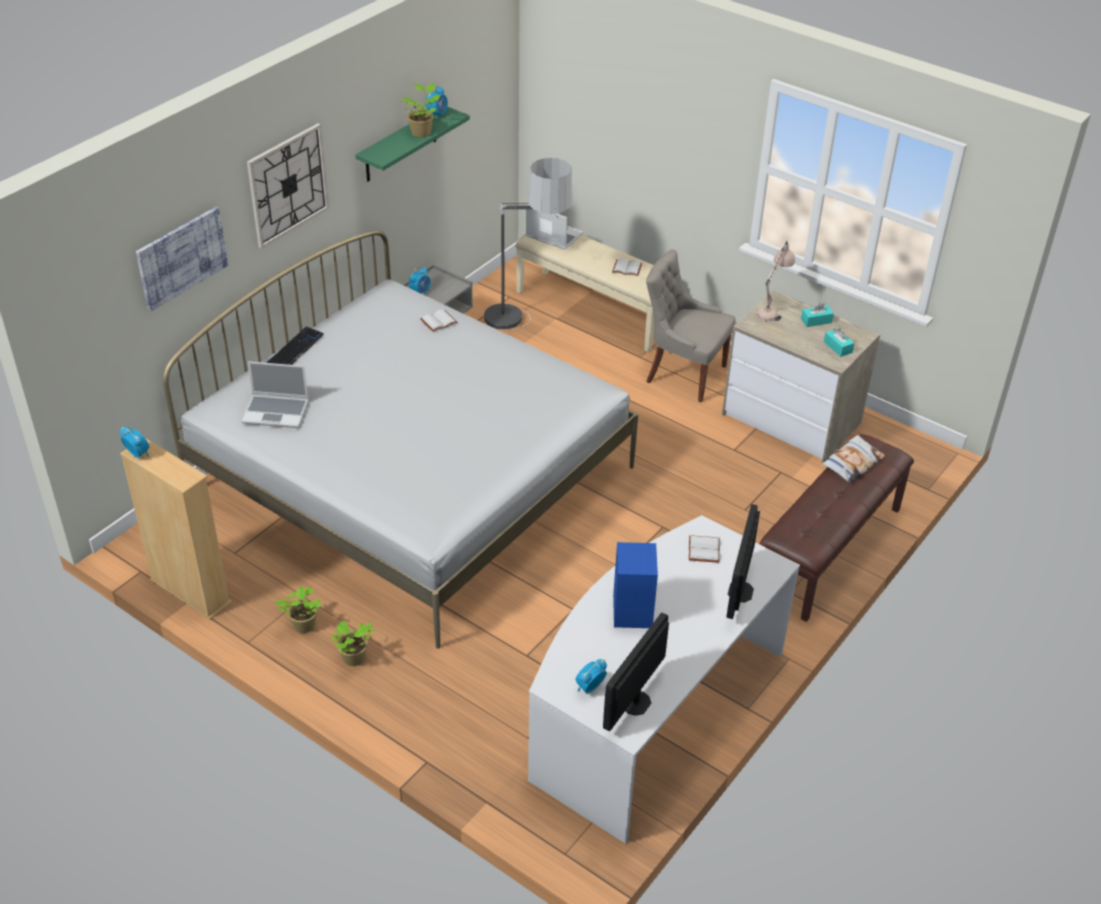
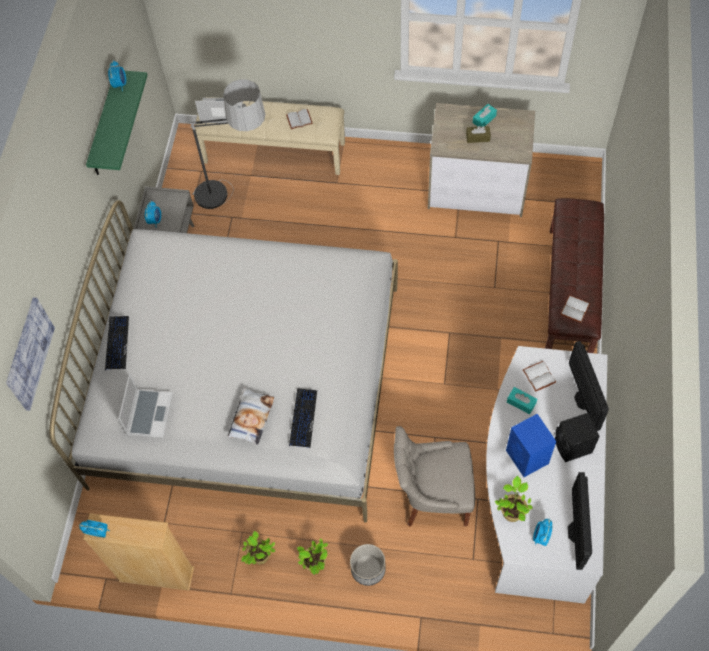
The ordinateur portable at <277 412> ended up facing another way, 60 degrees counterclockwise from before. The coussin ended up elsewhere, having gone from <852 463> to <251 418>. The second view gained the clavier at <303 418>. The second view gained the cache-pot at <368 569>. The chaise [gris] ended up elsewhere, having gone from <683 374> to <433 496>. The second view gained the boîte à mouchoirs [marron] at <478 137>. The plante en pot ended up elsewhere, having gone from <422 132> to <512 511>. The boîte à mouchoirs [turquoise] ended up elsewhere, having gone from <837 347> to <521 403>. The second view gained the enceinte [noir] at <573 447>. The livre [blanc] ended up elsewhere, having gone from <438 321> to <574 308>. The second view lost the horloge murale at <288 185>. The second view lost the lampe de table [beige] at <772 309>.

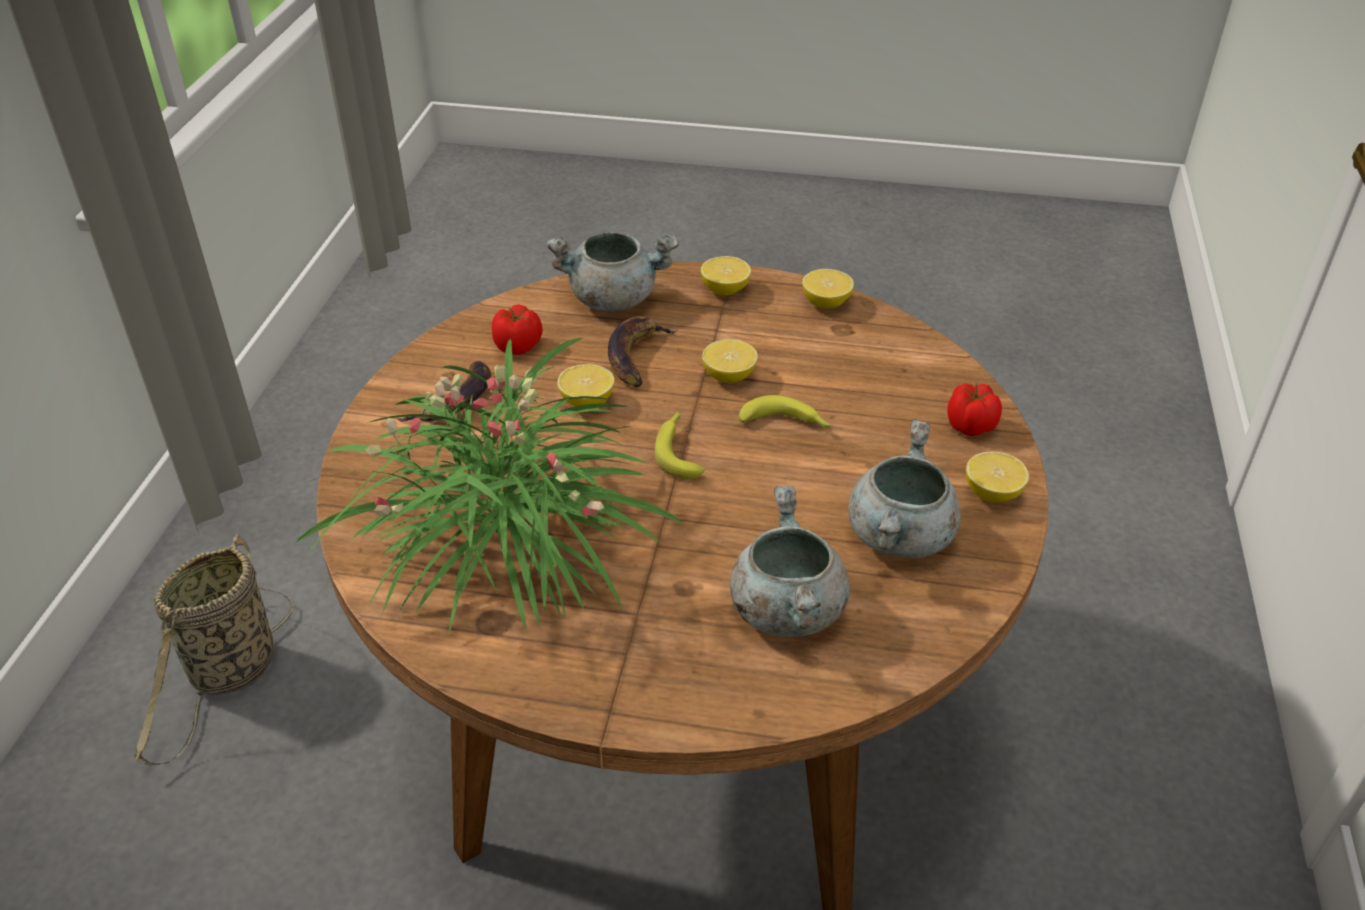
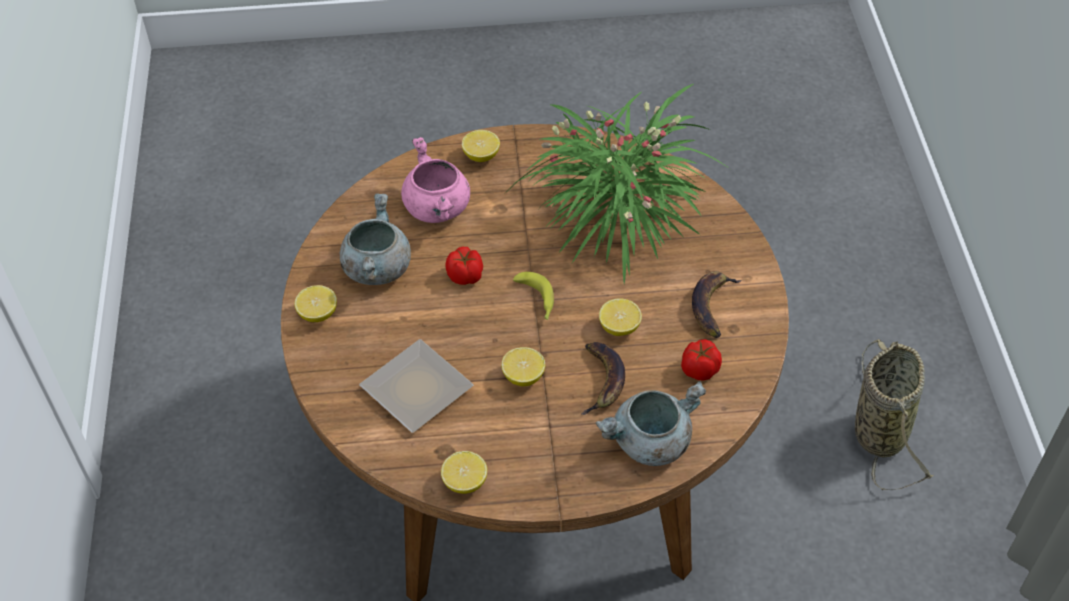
The second view gained the assiette at <416 392>. What was the marmite [gris] at <785 609> turned into the marmite [rose] at <438 208>. The tomate ended up elsewhere, having gone from <969 425> to <466 276>. The citron ended up elsewhere, having gone from <725 290> to <481 156>. The second view lost the banane at <786 424>.

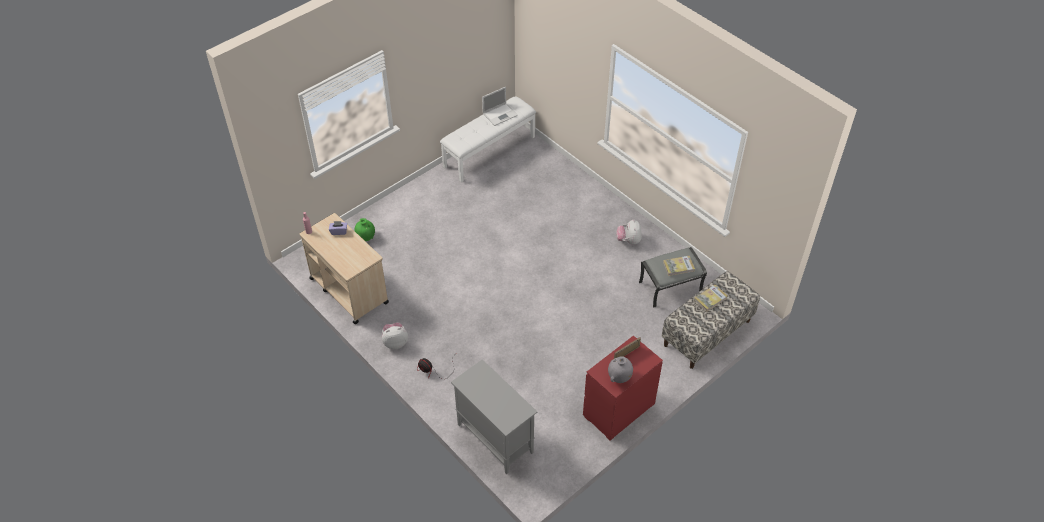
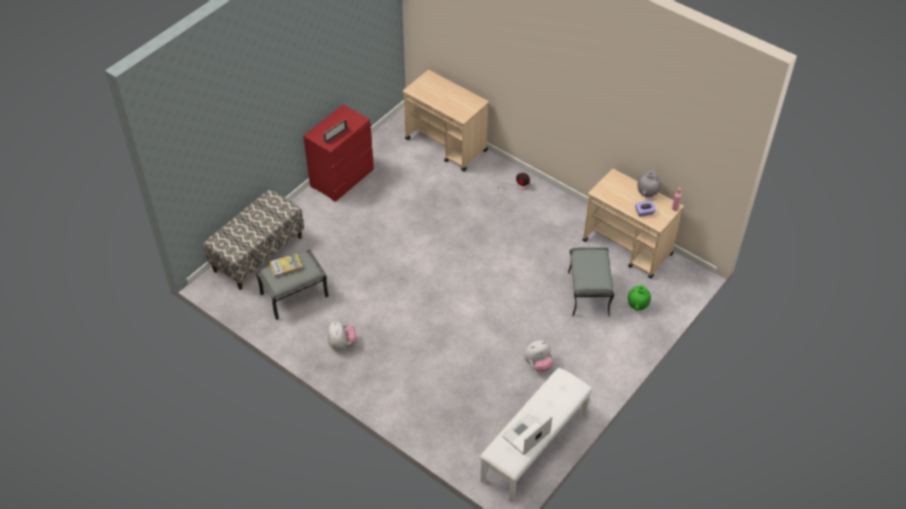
Where the meuble de rangement [gris] stood at <494 438>, the chariot [beige] came to stand at <446 145>. The peluche ended up elsewhere, having gone from <395 342> to <538 364>. The second view gained the pouf [gris] at <589 293>. The vase [gris] ended up elsewhere, having gone from <619 377> to <647 193>. The second view lost the livre at <710 299>.

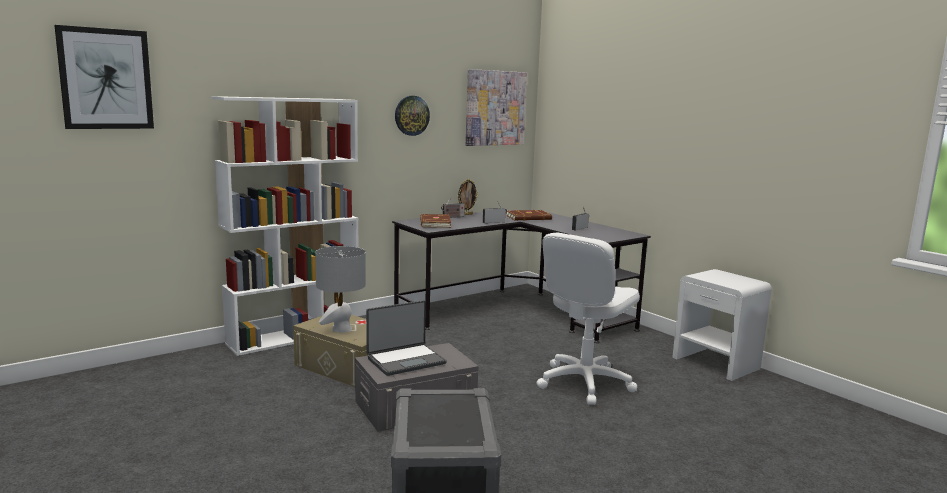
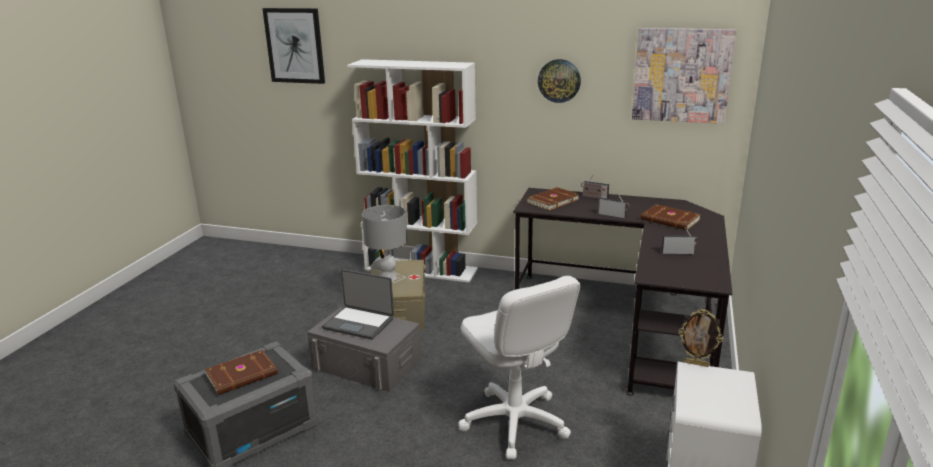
The second view gained the livre [marron] at <242 375>. The chaise de bureau [blanc] at <584 382> ended up facing another way, 120 degrees counterclockwise from before. The cadre photo ended up elsewhere, having gone from <466 214> to <696 363>.

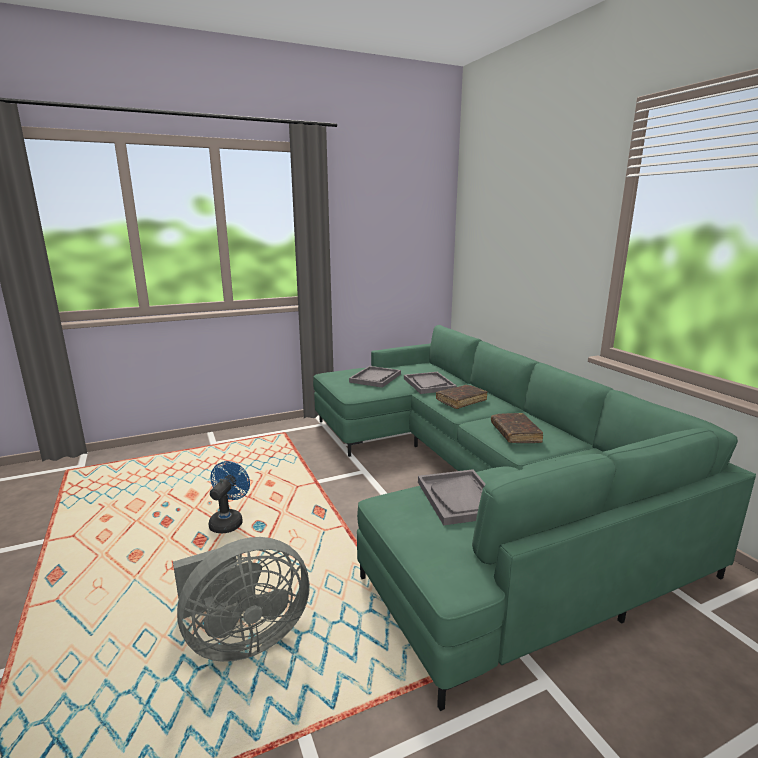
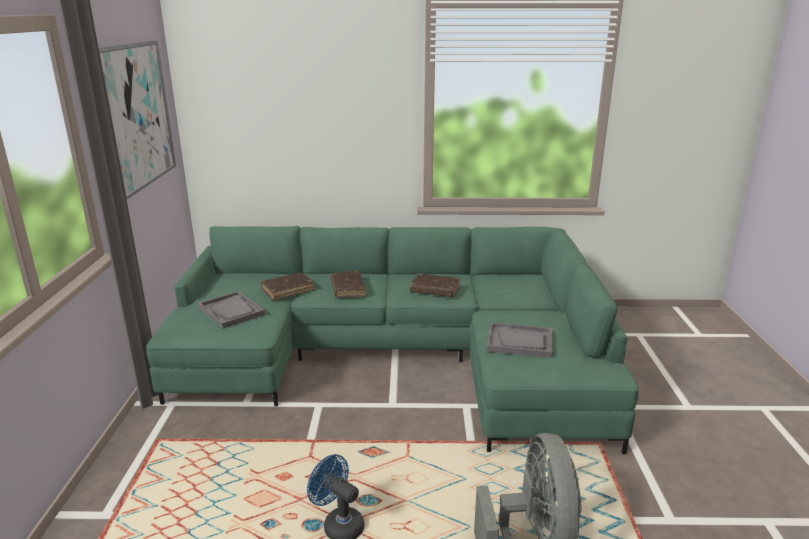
The second view gained the tableau at <136 116>. Where the plateau [gris] stood at <429 384>, the livre [marron] came to stand at <287 290>.

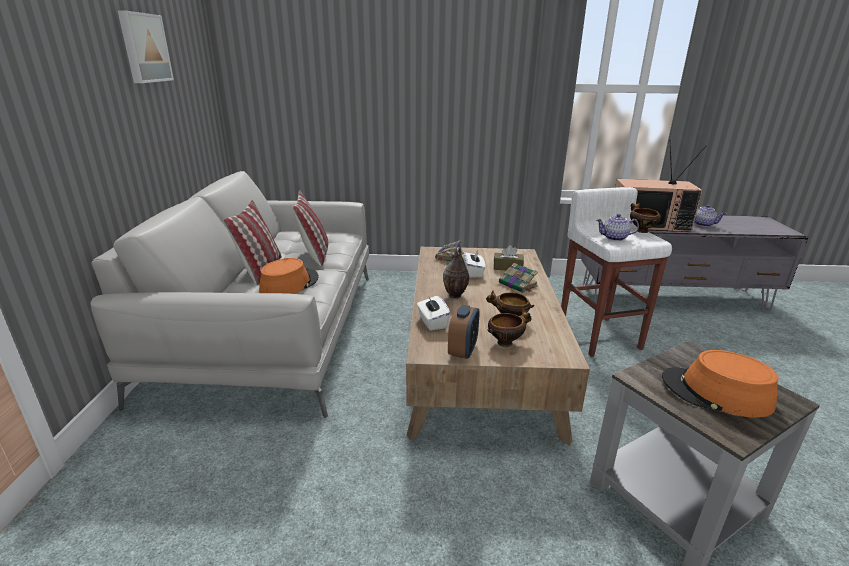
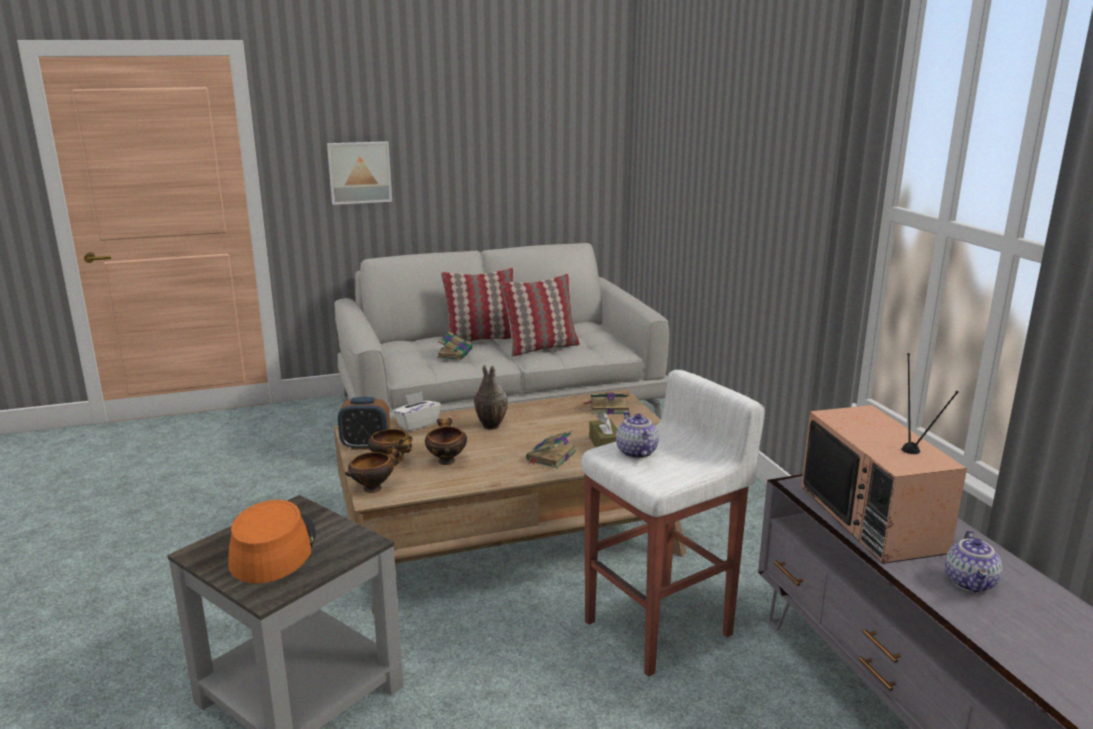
The tableau ended up elsewhere, having gone from <144 48> to <359 172>. The bol ended up elsewhere, having gone from <640 230> to <374 488>. Where the chapeau [orange] stood at <289 284>, the livre came to stand at <455 353>. The second view lost the boîte à mouchoirs [blanc] at <473 272>.

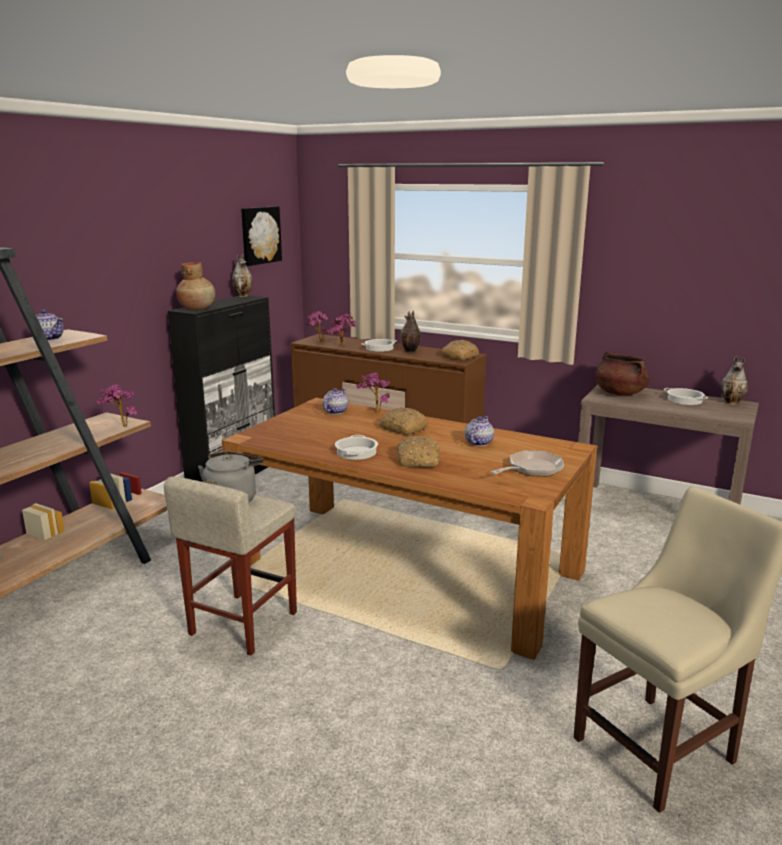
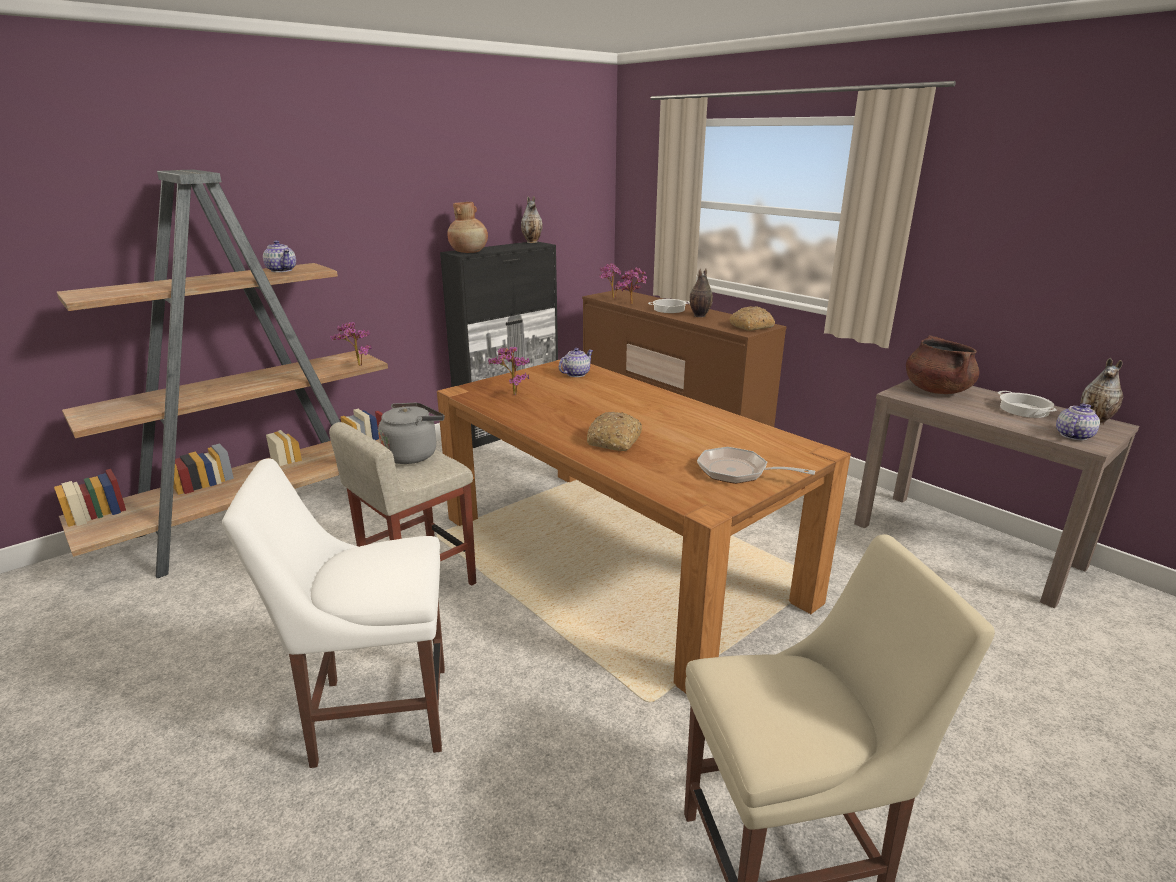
The second view gained the chaise [blanc] at <373 714>. The plante en pot ended up elsewhere, having gone from <375 412> to <512 394>. The poêle at <531 469> ended up facing another way, 135 degrees counterclockwise from before. The théière ended up elsewhere, having gone from <478 443> to <1073 435>. The second view lost the tableau at <260 235>. The second view lost the marmite at <356 452>. The second view lost the pain at <402 428>.

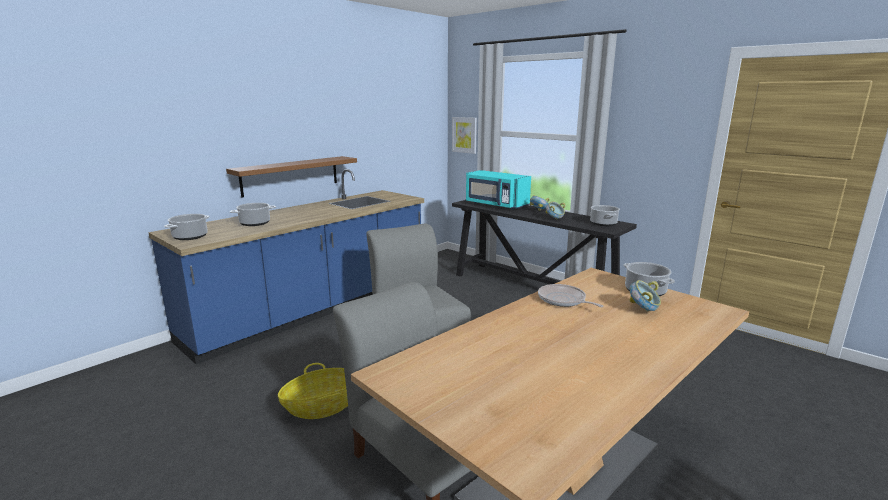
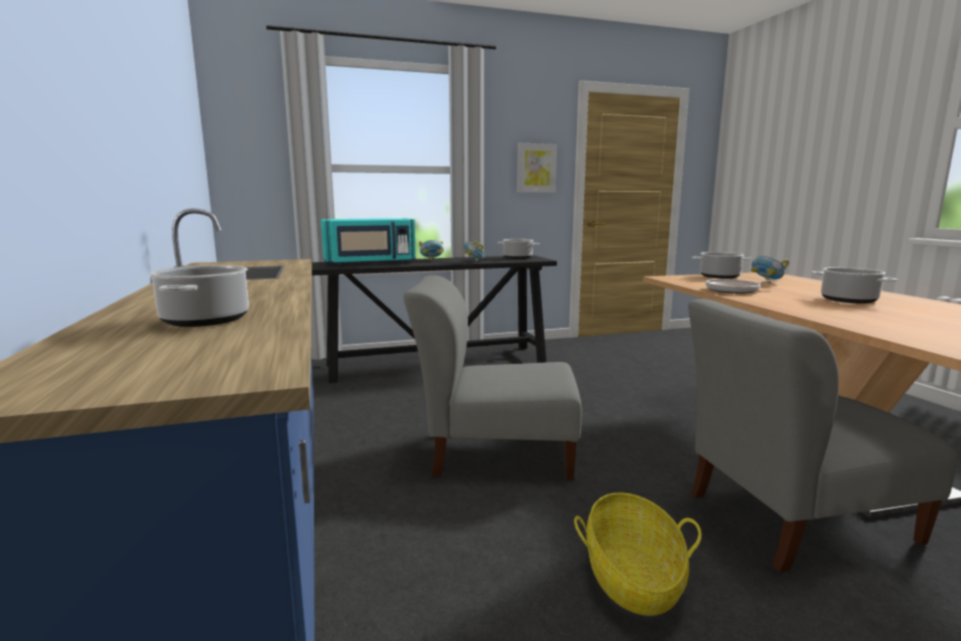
The tableau ended up elsewhere, having gone from <464 135> to <536 168>. The marmite ended up elsewhere, having gone from <190 236> to <847 300>. The second view lost the étagère [marron] at <291 175>.

